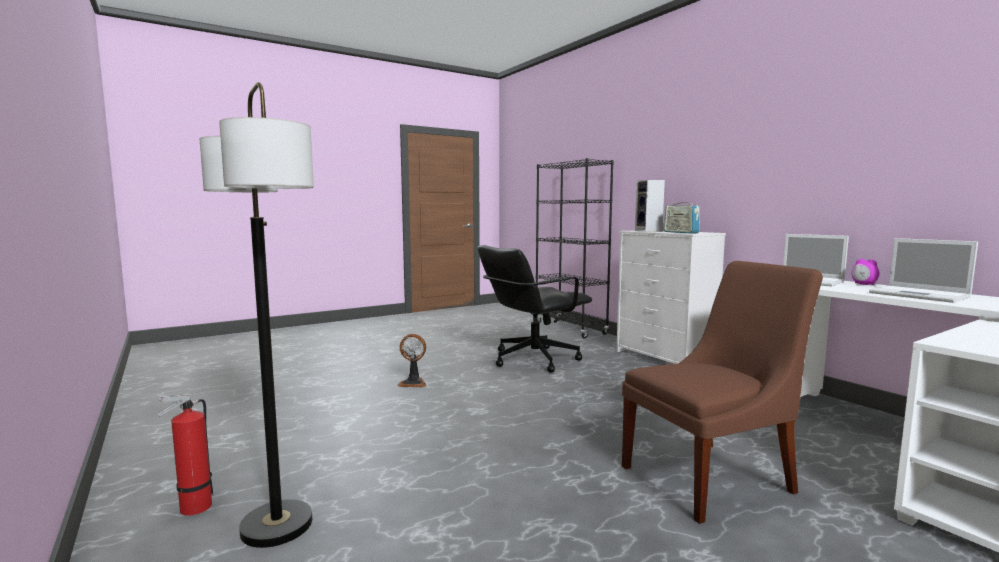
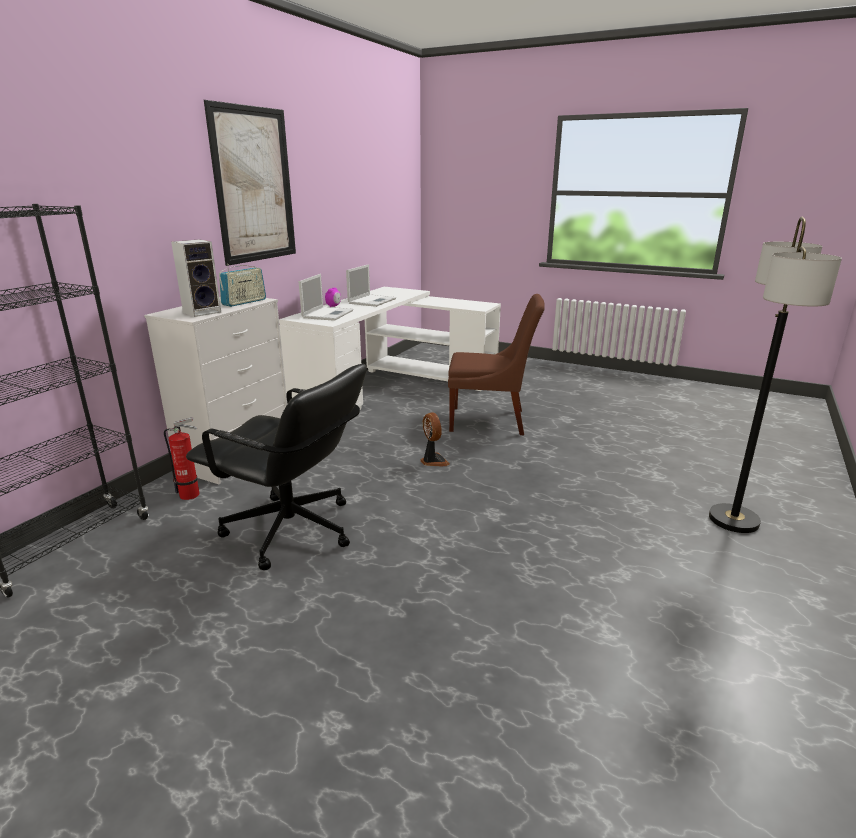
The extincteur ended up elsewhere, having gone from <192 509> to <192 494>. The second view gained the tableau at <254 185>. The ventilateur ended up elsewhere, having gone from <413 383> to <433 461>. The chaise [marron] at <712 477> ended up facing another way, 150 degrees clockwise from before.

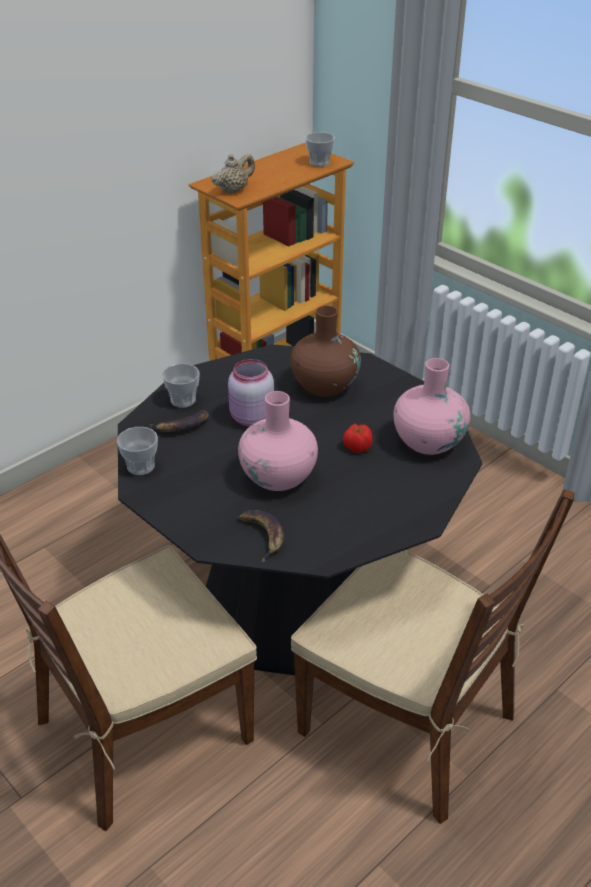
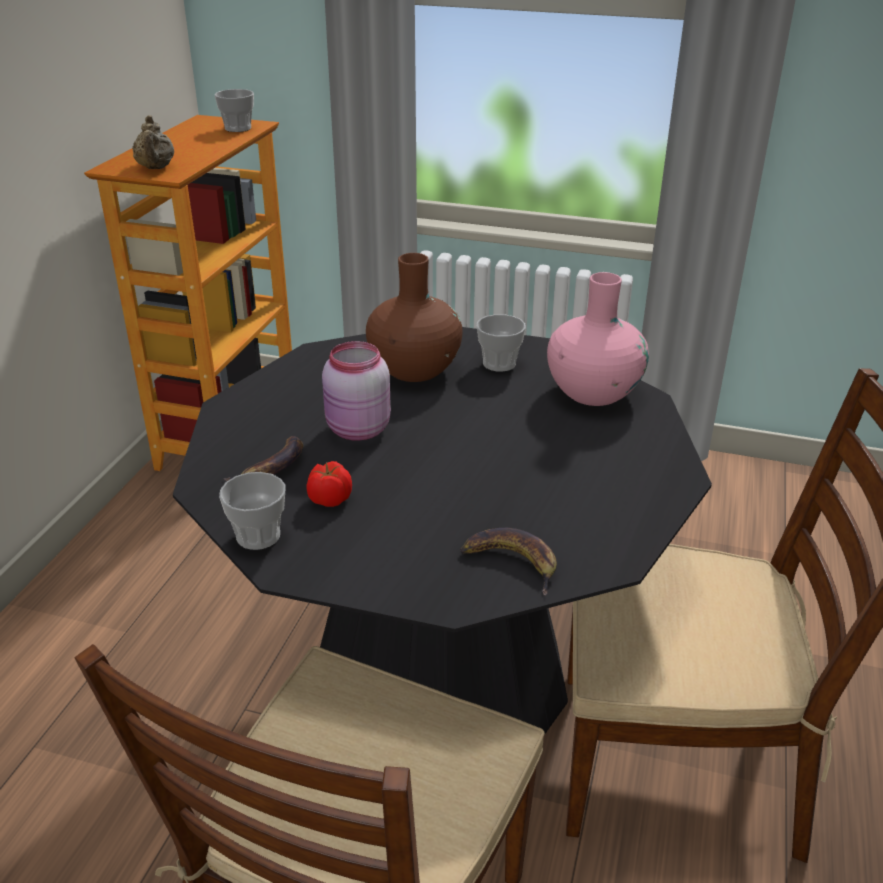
The théière [beige] at <233 190> ended up facing another way, 150 degrees clockwise from before. The tomate ended up elsewhere, having gone from <357 447> to <329 499>. The tasse ended up elsewhere, having gone from <183 400> to <499 363>. The second view lost the vase [rose] at <278 477>.

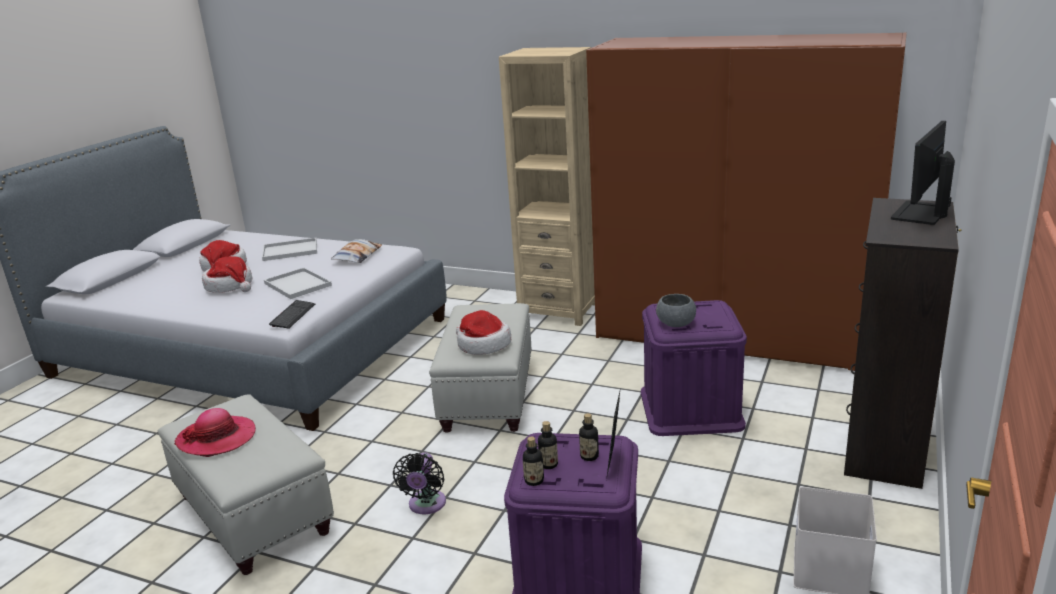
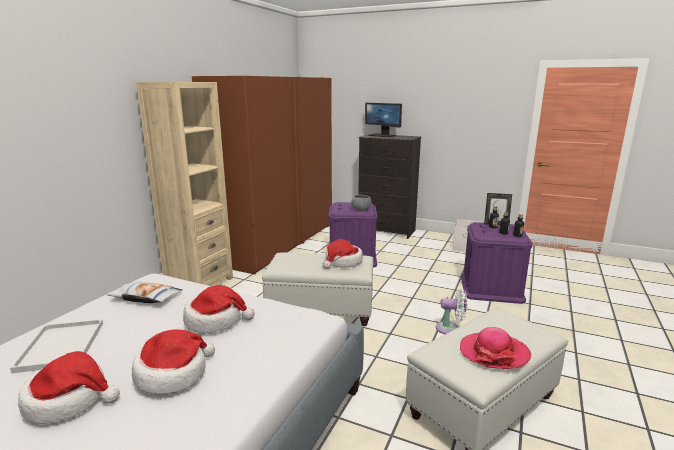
Where the plateau [blanc] stood at <299 284>, the chapeau came to stand at <215 320>. What was the ventilateur [noir] at <426 505> turned into the ventilateur [blanc] at <450 329>. The second view lost the clavier at <293 315>.

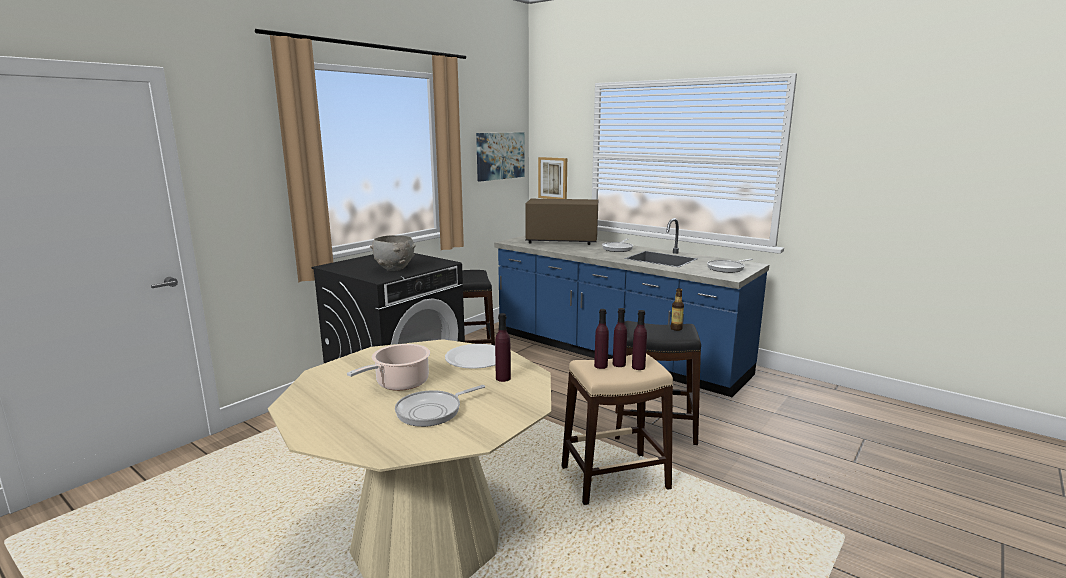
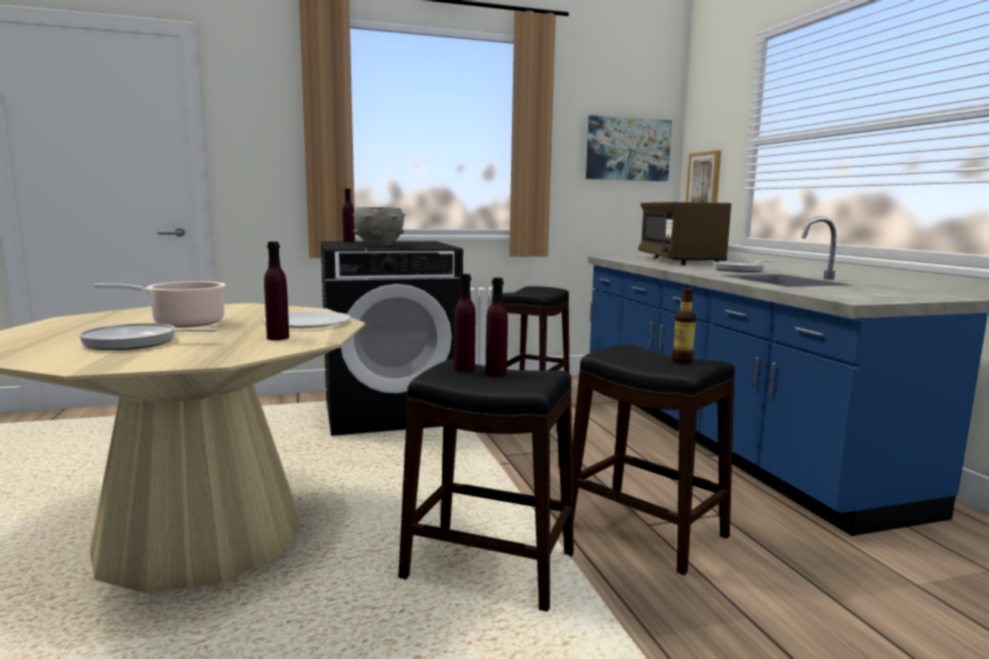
The bouteille [violet] ended up elsewhere, having gone from <638 367> to <348 241>. What was the tabouret [beige] at <614 478> turned into the tabouret [noir] at <489 565>. The micro-ondes [marron] at <562 241> ended up facing another way, 135 degrees counterclockwise from before. The second view lost the poêle at <727 268>.

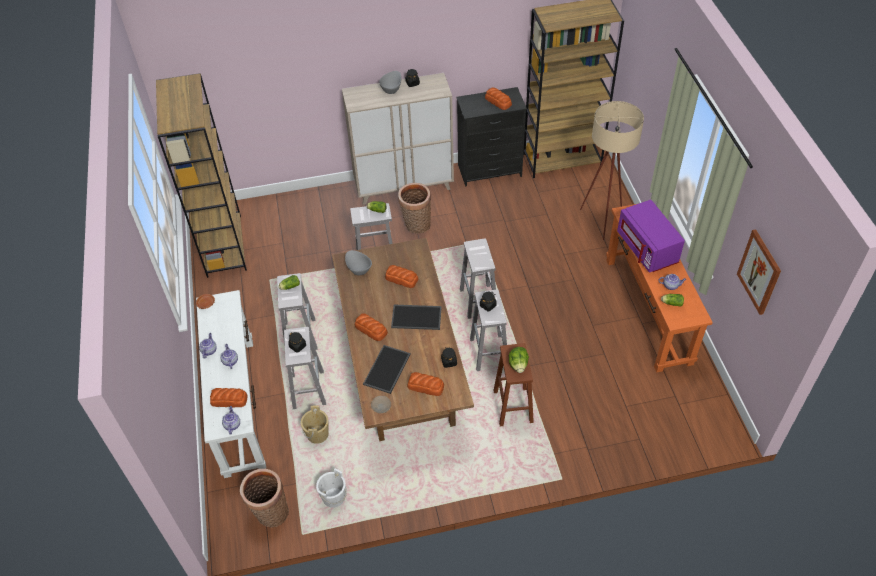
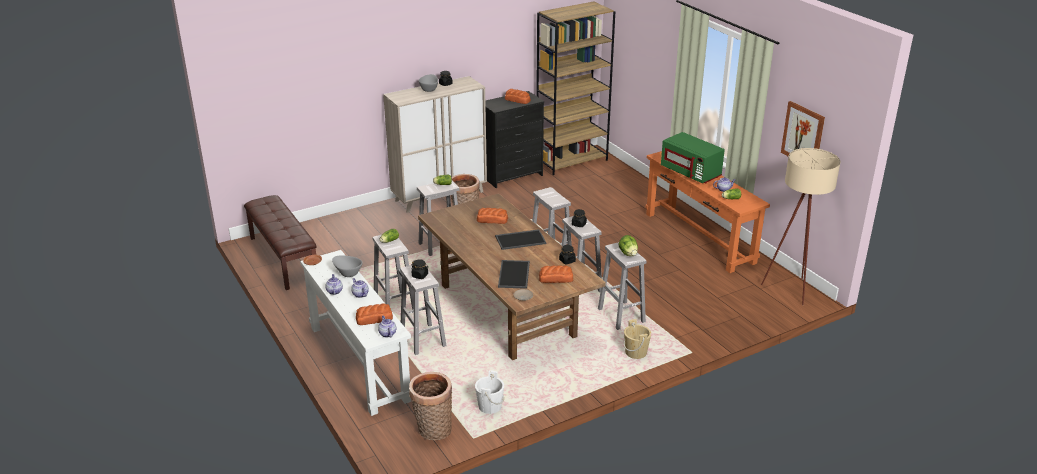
Where the bibliothèque [marron] stood at <223 245>, the banc [marron] came to stand at <283 259>. The bol [gris] ended up elsewhere, having gone from <358 269> to <347 273>. What was the tabouret [marron] at <513 407> turned into the tabouret [blanc] at <622 316>. The seau [beige] ended up elsewhere, having gone from <317 434> to <636 352>. What was the micro-ondes [violet] at <647 249> turned into the micro-ondes [vert] at <691 172>. The lampadaire [beige] ended up elsewhere, having gone from <601 224> to <791 293>. The second view lost the pain at <371 330>.

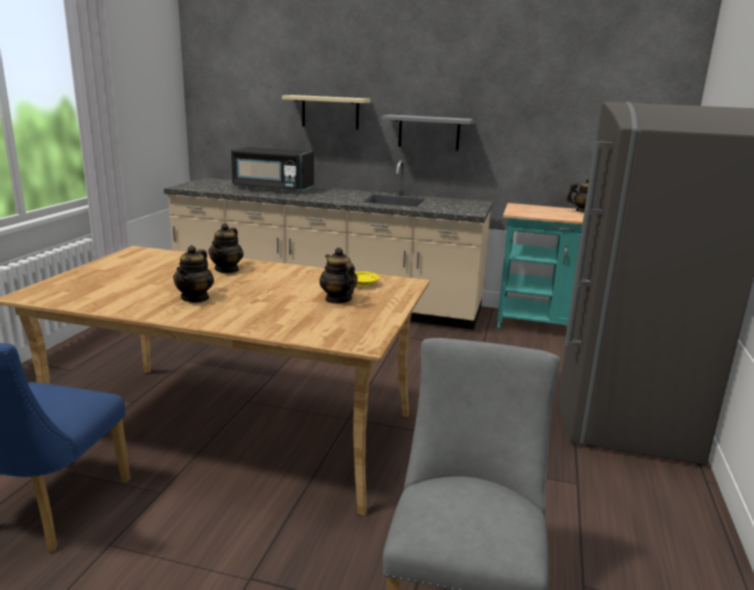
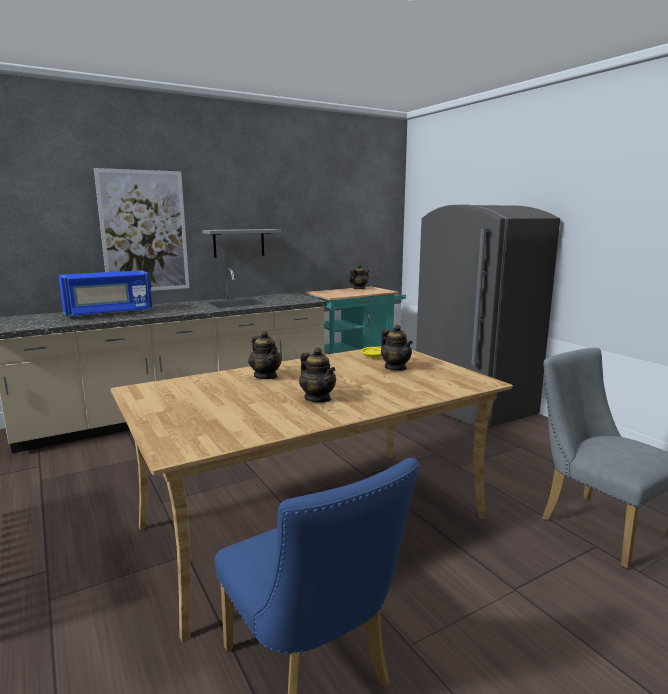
What was the micro-ondes [noir] at <272 189> turned into the micro-ondes [bleu] at <109 313>. Where the étagère [beige] hung at <330 112>, the tableau came to hang at <144 232>. The théière at <338 299> ended up facing another way, 135 degrees counterclockwise from before.

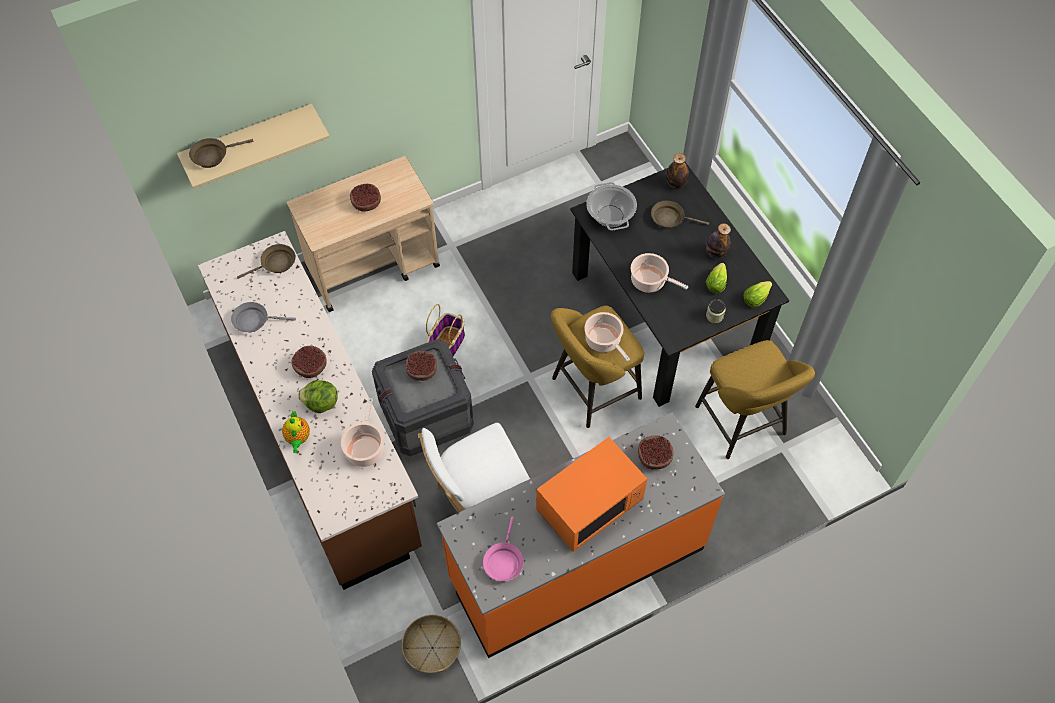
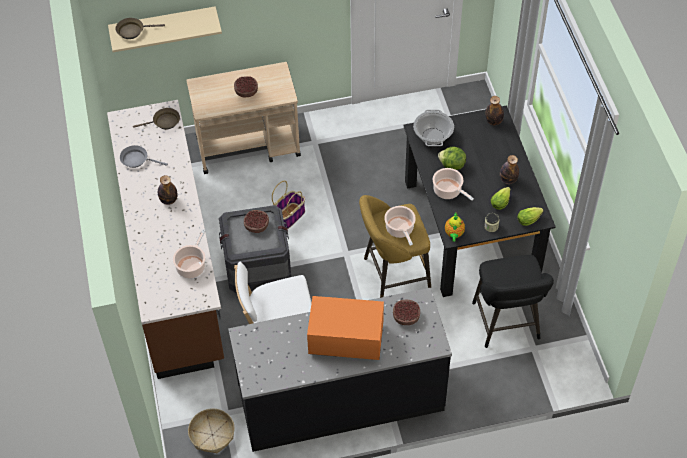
Where the bol stood at <310 366>, the bouteille came to stand at <168 200>. What was the comptoir de cuisine [orange] at <576 563> turned into the comptoir de cuisine [noir] at <340 399>. The micro-ondes [orange] at <589 505> ended up facing another way, 150 degrees counterclockwise from before. The laitue ended up elsewhere, having gone from <321 404> to <452 165>. The théière ended up elsewhere, having gone from <298 438> to <454 234>. What was the tabouret [jaune] at <743 425> turned into the tabouret [noir] at <507 324>. The second view lost the poêle [rose] at <503 560>. The second view lost the poêle [marron] at <670 218>.

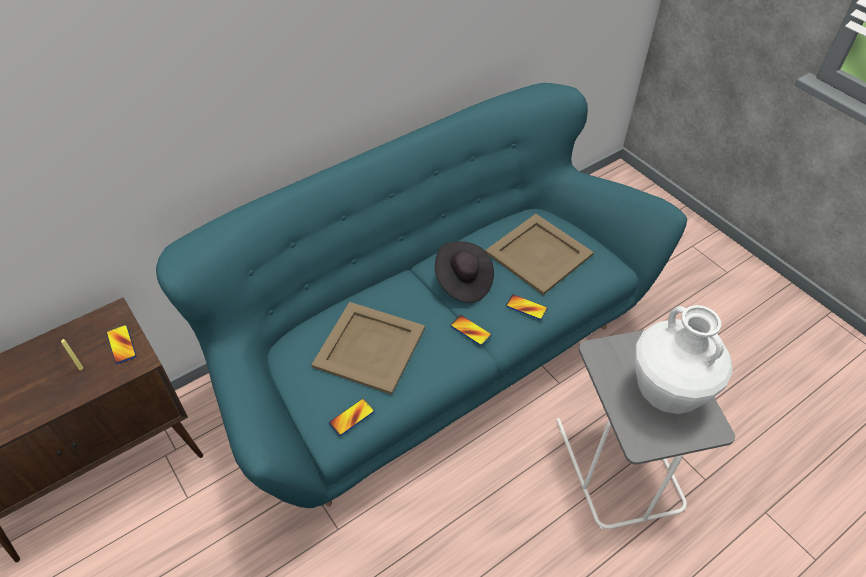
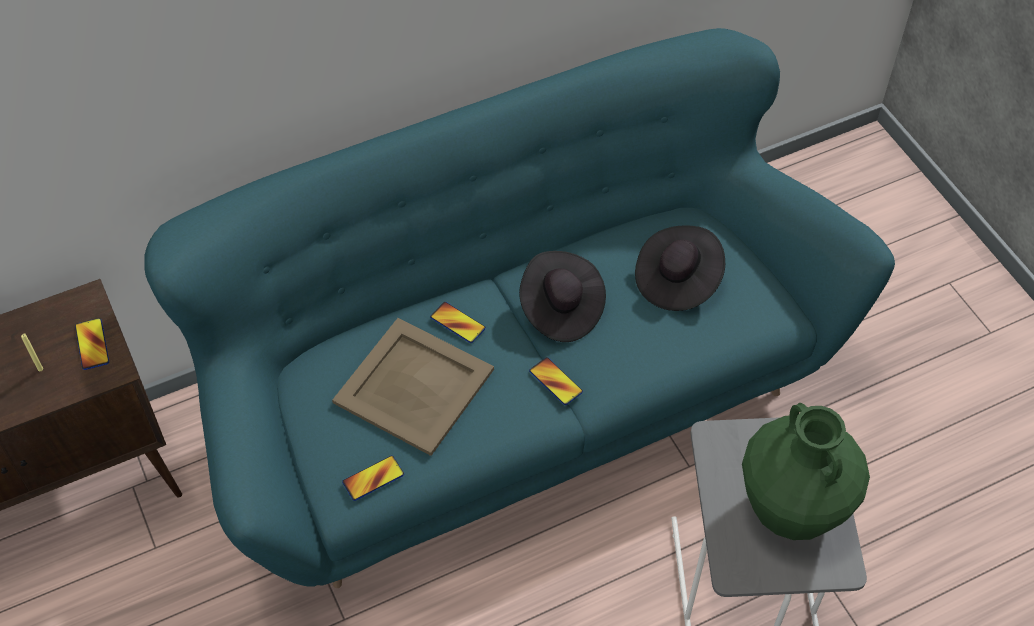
The téléphone ended up elsewhere, having gone from <526 307> to <457 323>. Where the plateau [beige] stood at <538 253>, the chapeau [noir] came to stand at <677 280>. What was the vase [blanc] at <667 394> turned into the vase [vert] at <792 511>.

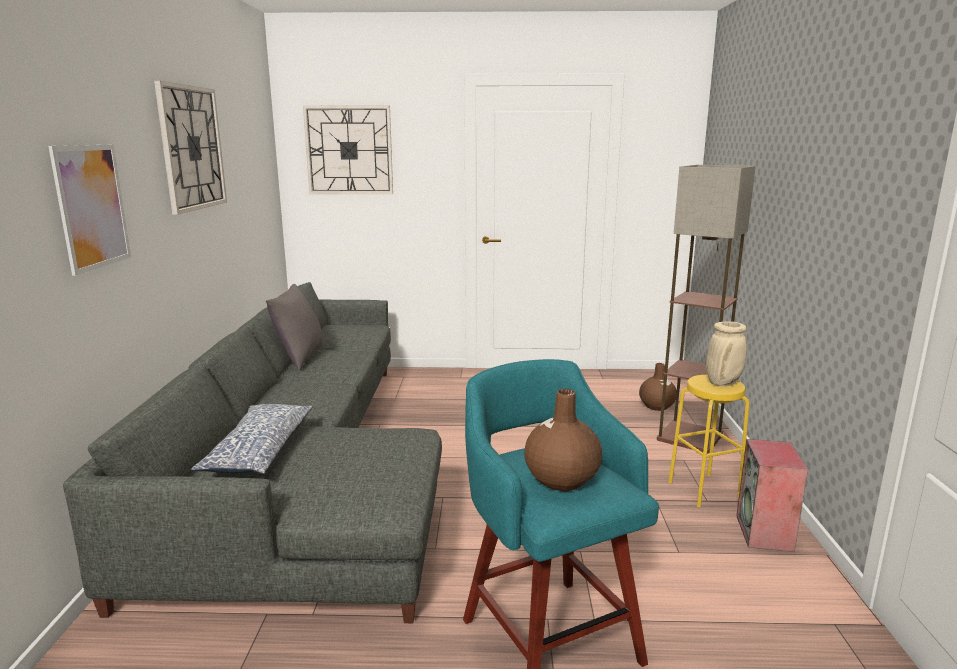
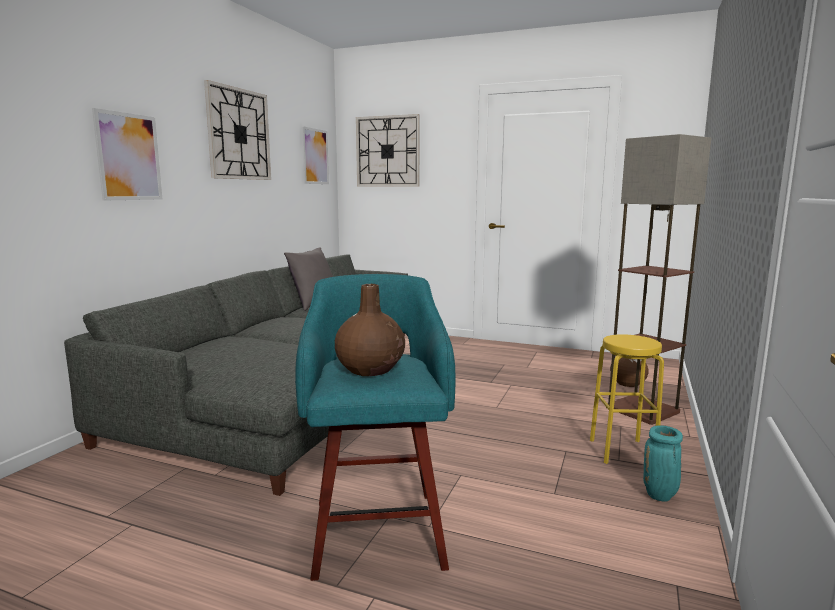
The second view gained the tableau at <315 156>. Where the enceinte stood at <765 533>, the vase [turquoise] came to stand at <660 496>. The second view lost the coussin at <259 451>. The second view lost the vase [beige] at <723 383>.

